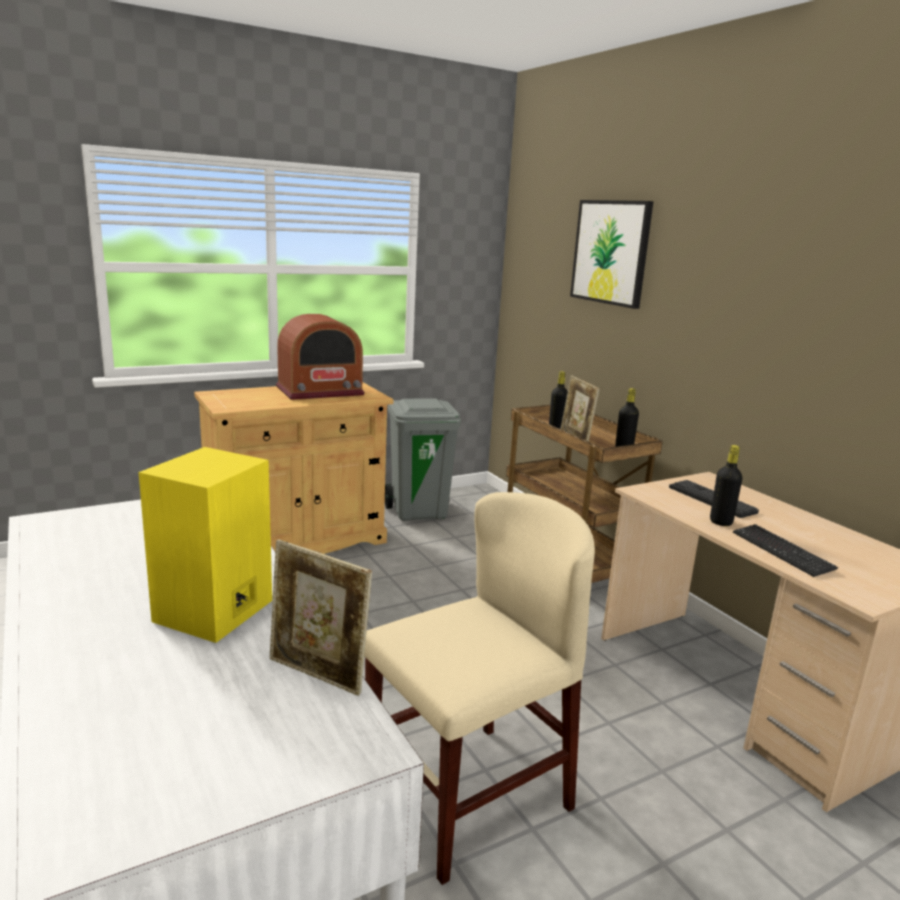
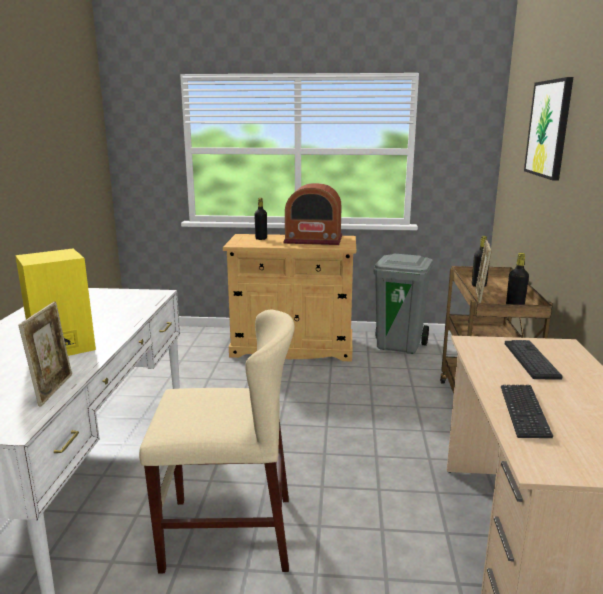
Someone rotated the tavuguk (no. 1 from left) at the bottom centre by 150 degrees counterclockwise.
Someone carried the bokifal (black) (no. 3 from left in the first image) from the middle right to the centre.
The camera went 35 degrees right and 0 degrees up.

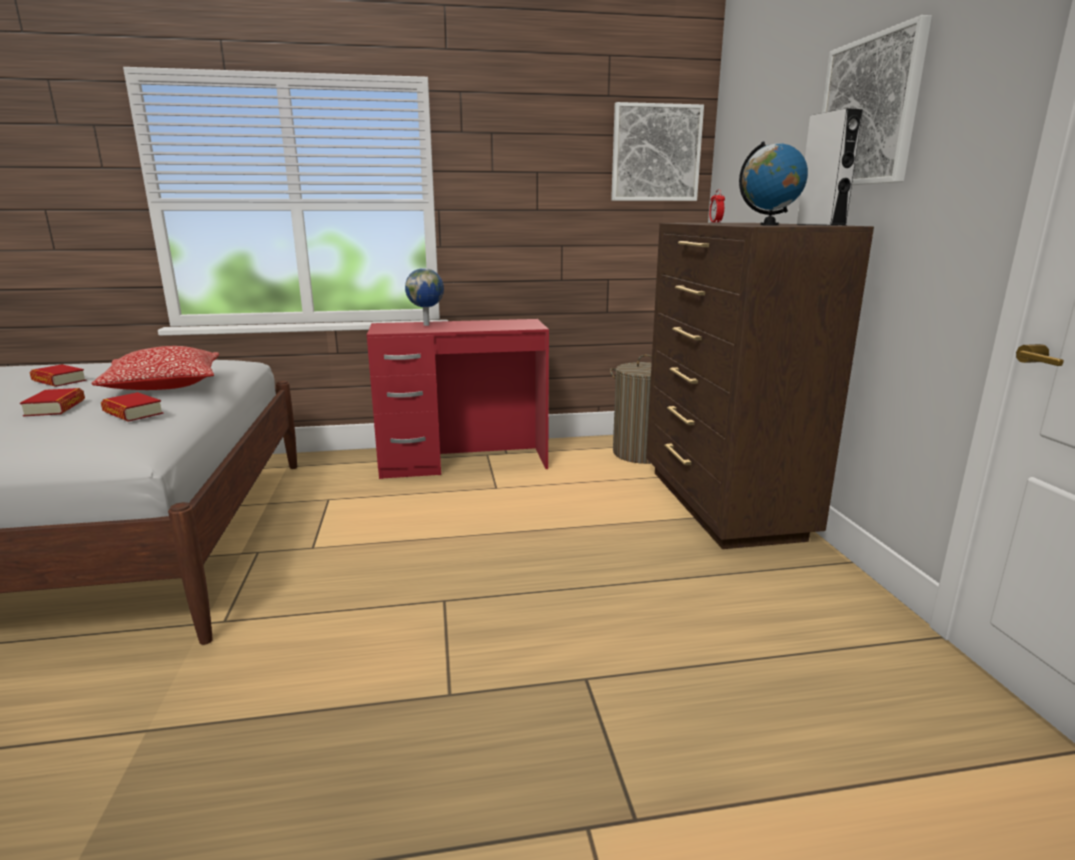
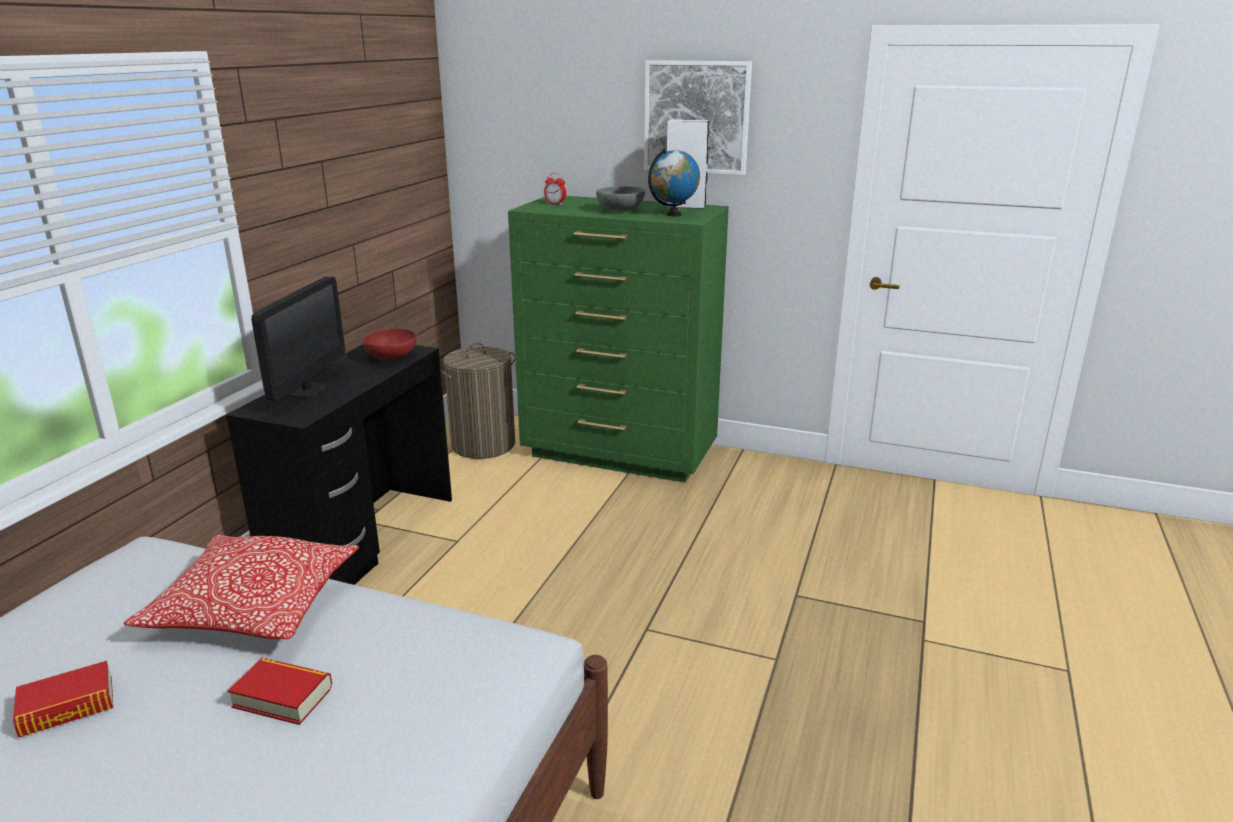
Someone took away the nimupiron (no. 3 from left) at the middle left.
Someone repainted the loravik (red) at the centre, which became the loravik (black) at the middle left.
Someone swapped the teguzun (no. 1 from left) at the centre for the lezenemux at the middle left.
Someone took away the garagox (no. 1 from left) at the top centre.
Someone repainted the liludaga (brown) at the middle right, which became the liludaga (green) at the centre.
Someone put down the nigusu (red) at the middle left.
Someone put down the nigusu (grey) at the top centre.
The camera went 60 degrees left and 5 degrees up.

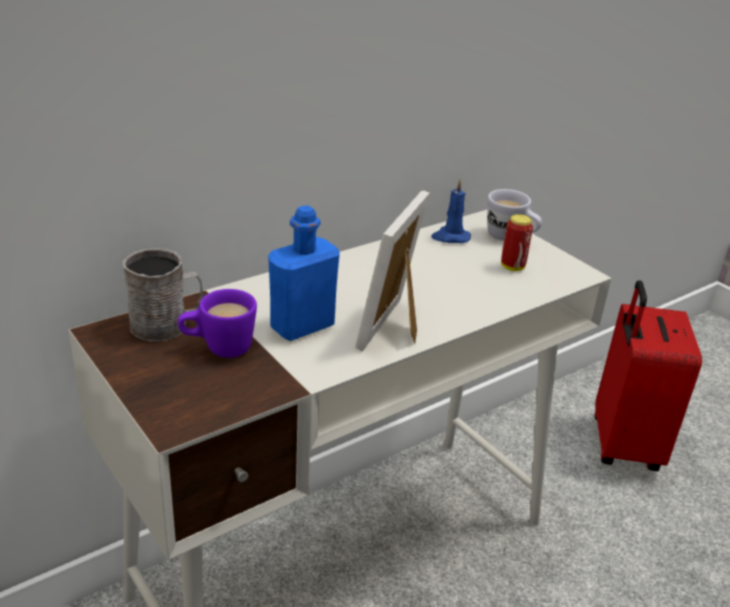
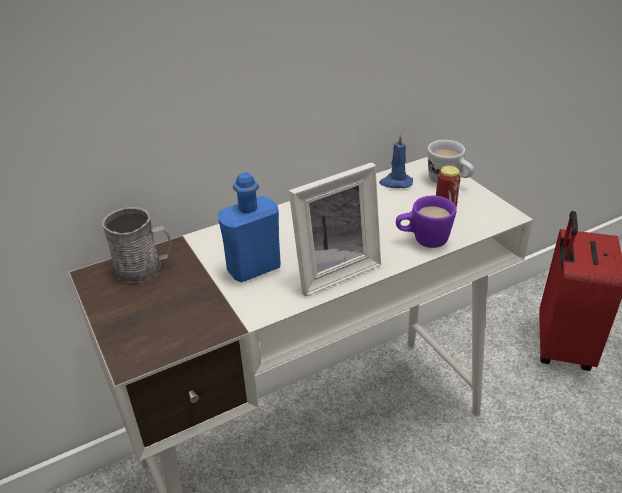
Someone carried the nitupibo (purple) from the middle left to the middle right.
Someone rotated the tavuguk at the centre by 150 degrees counterclockwise.
The camera went 10 degrees right and 5 degrees up.

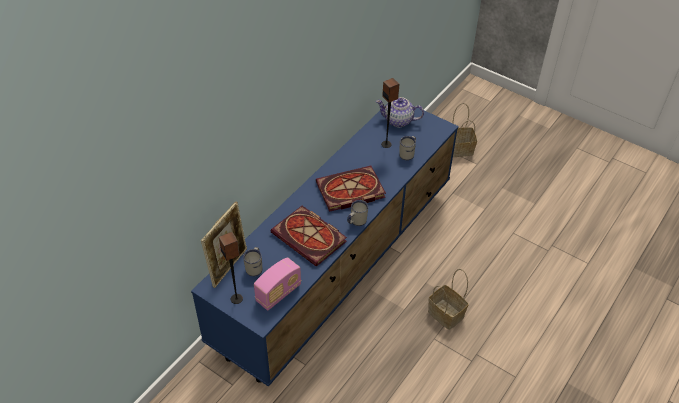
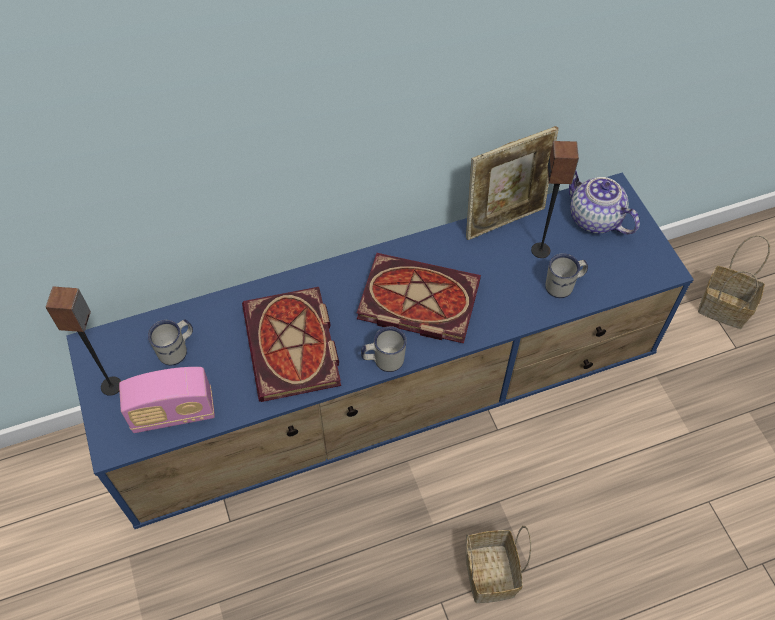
Someone carried the tavuguk from the middle left to the top centre.
The camera went 35 degrees right and 10 degrees up.

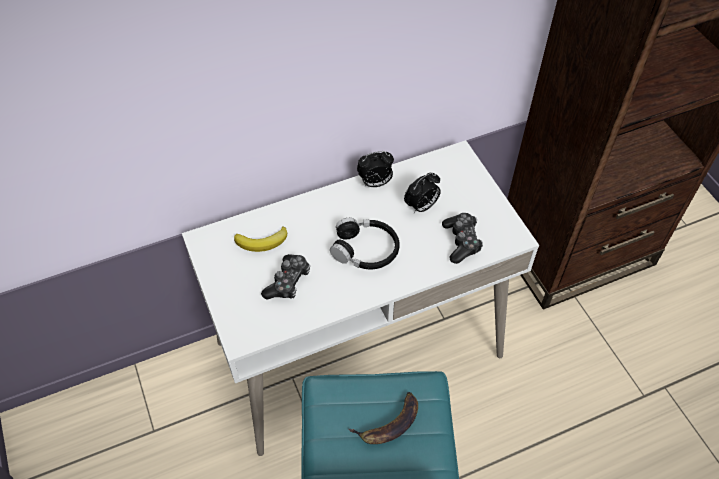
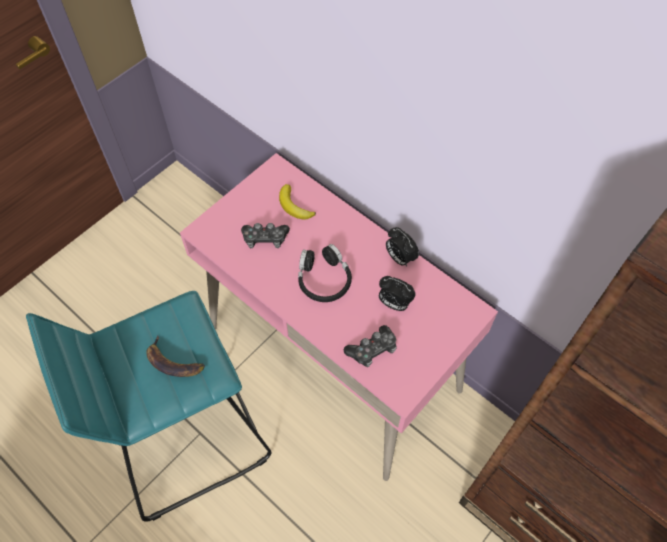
Someone repainted the loravik (white) at the centre, which became the loravik (pink) at the centre.
The camera went 65 degrees right and 5 degrees up.

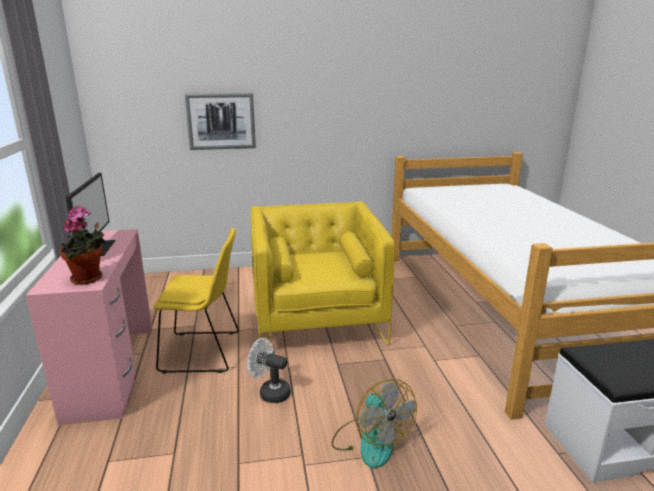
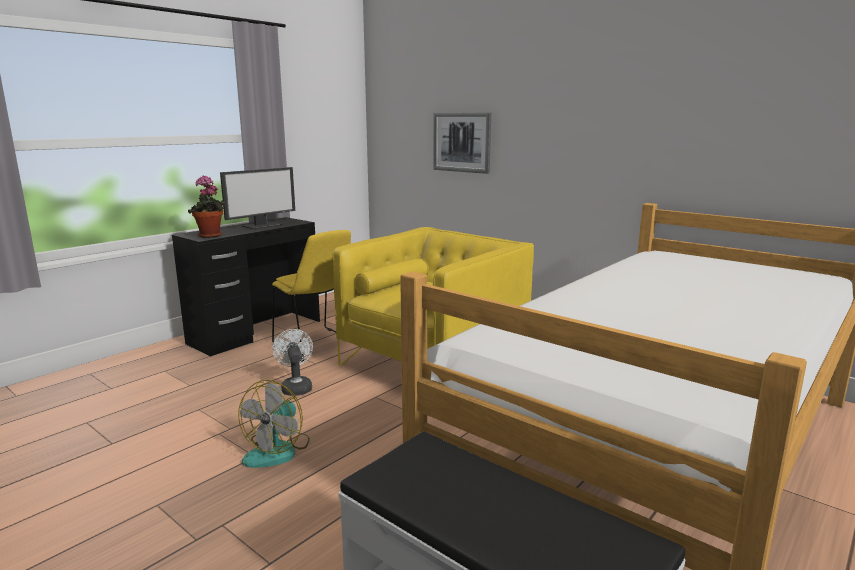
Someone repainted the loravik (pink) at the middle left, which became the loravik (black) at the middle left.
The camera went 50 degrees right and 5 degrees down.

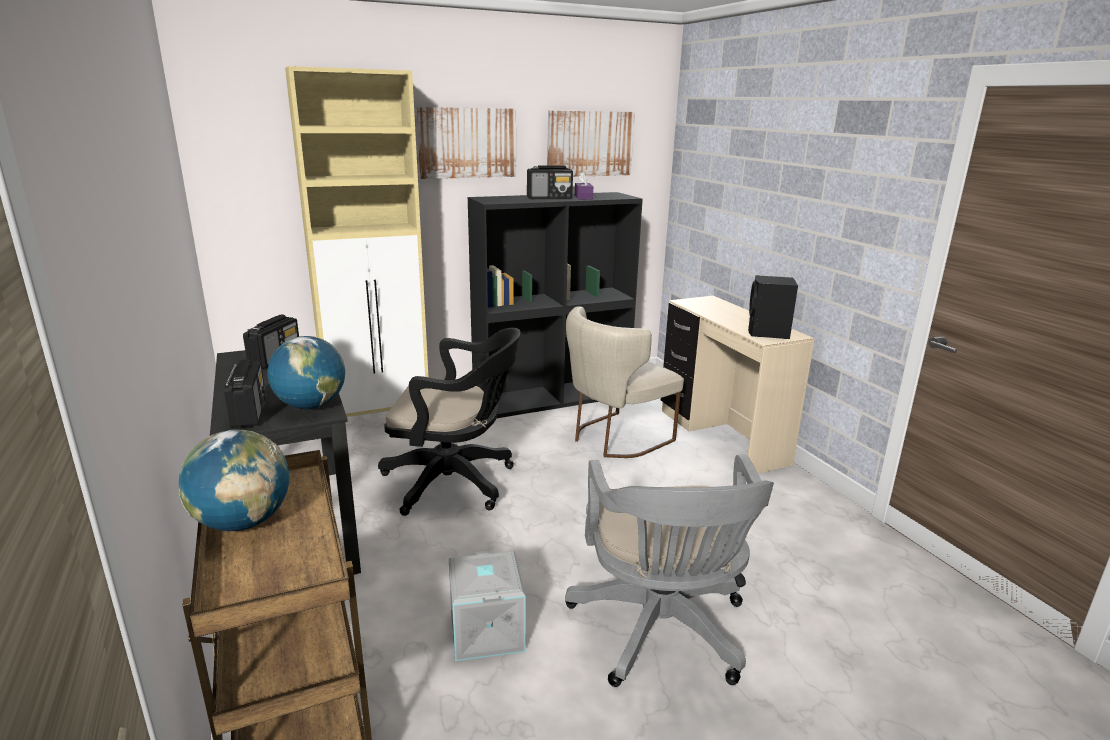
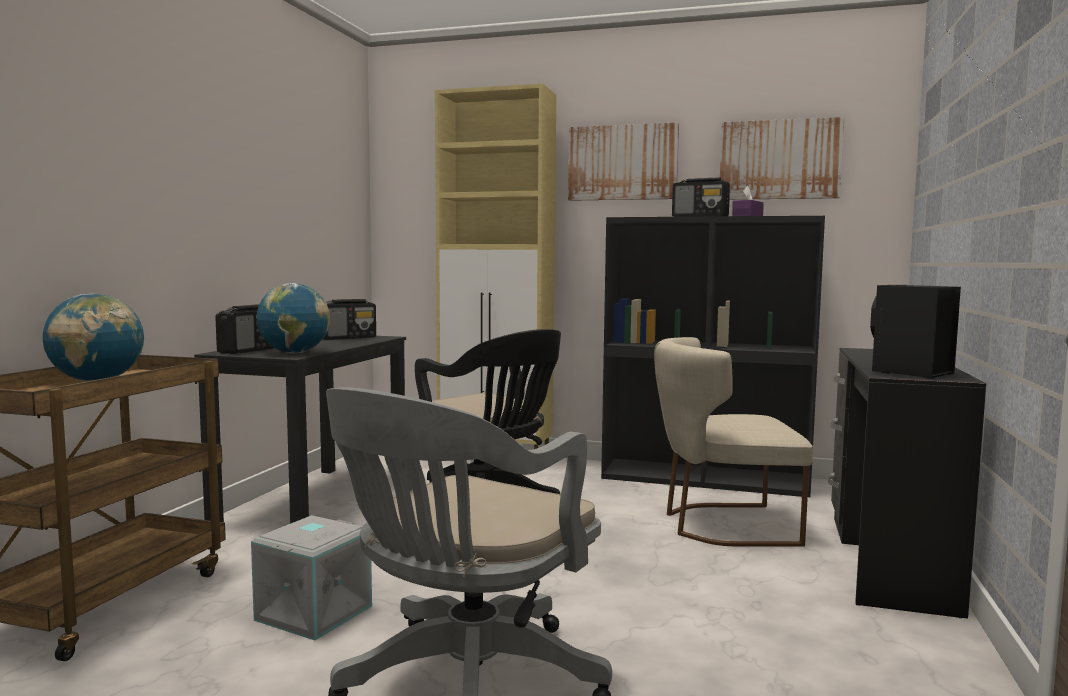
Someone repainted the loravik (beige) at the centre, which became the loravik (black) (no. 2 from left) at the bottom right.
The camera went 40 degrees right and 15 degrees down.

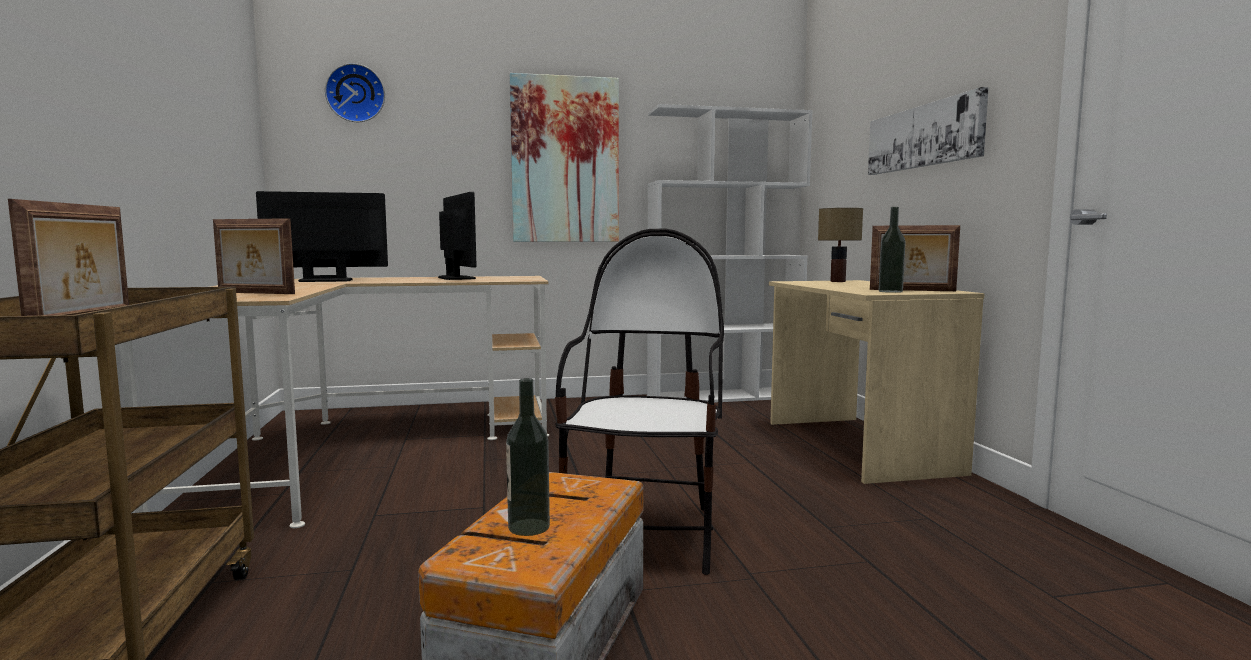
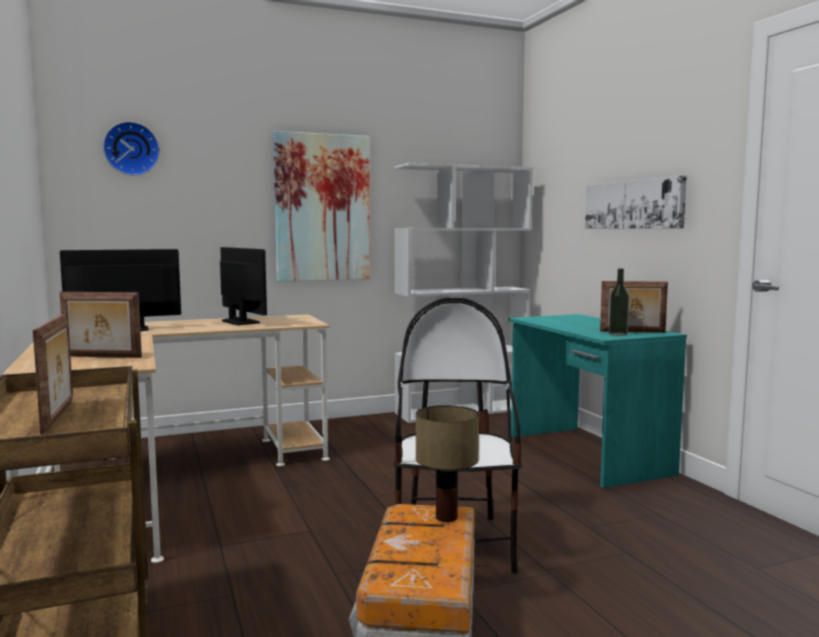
Someone took away the bokifal (no. 1 from left) at the bottom centre.
Someone repainted the loravik (beige) (no. 2 from left) at the middle right, which became the loravik (turquoise) at the middle right.
Someone carried the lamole from the middle right to the bottom centre.
The camera went 10 degrees left and 0 degrees up.

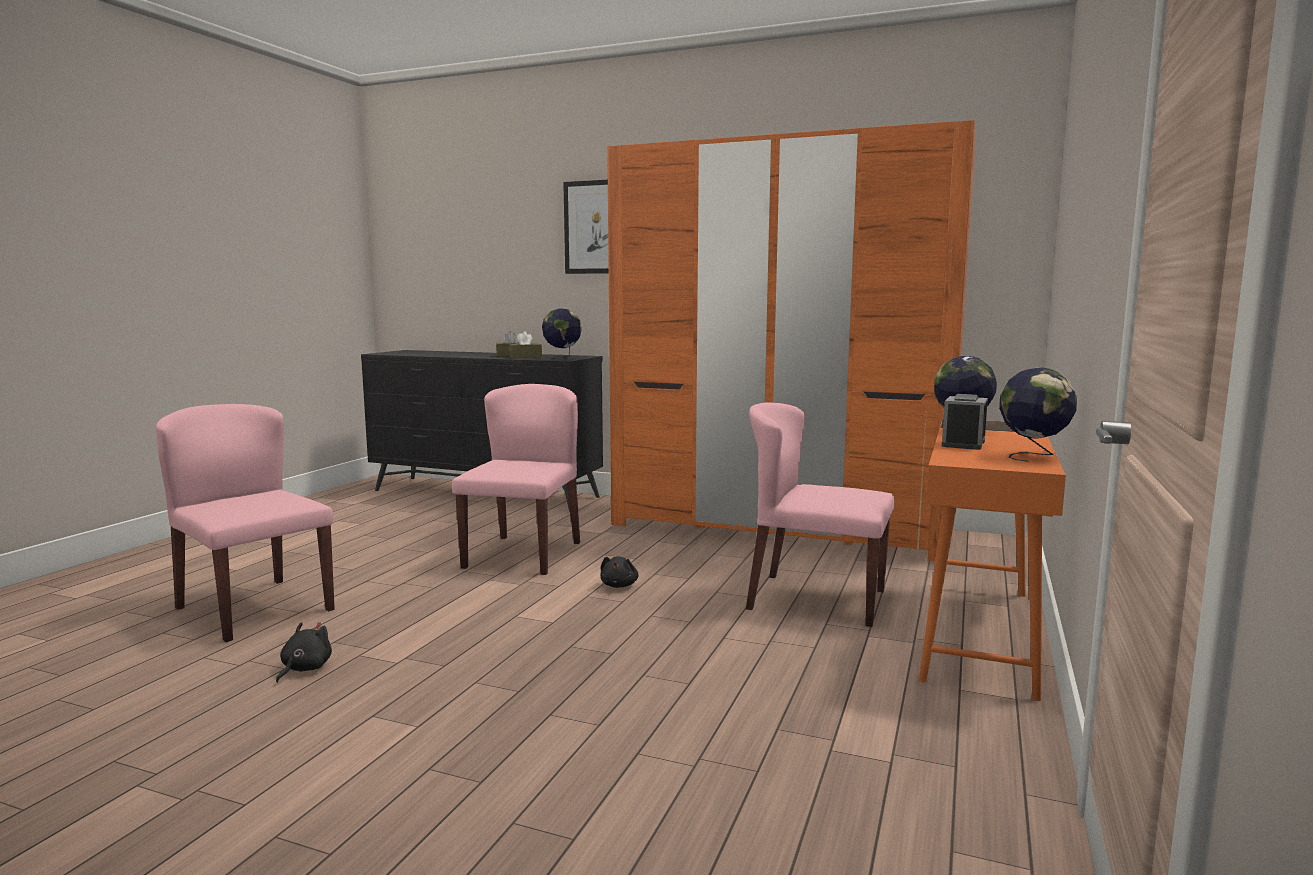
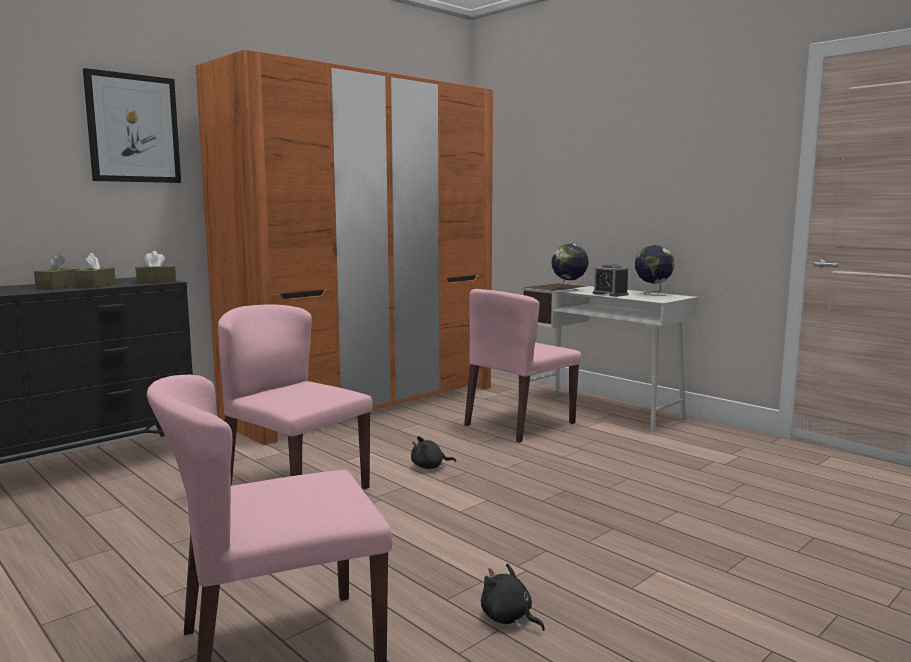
Someone swapped the teguzun (no. 1 from left) at the centre for the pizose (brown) (no. 3 from left) at the middle left.
Someone rotated the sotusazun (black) (no. 2 from left in the first image) at the centre by 135 degrees clockwise.
Someone repainted the loravik (orange) at the middle right, which became the loravik (white) at the middle right.
The camera went 65 degrees left and 0 degrees up.

